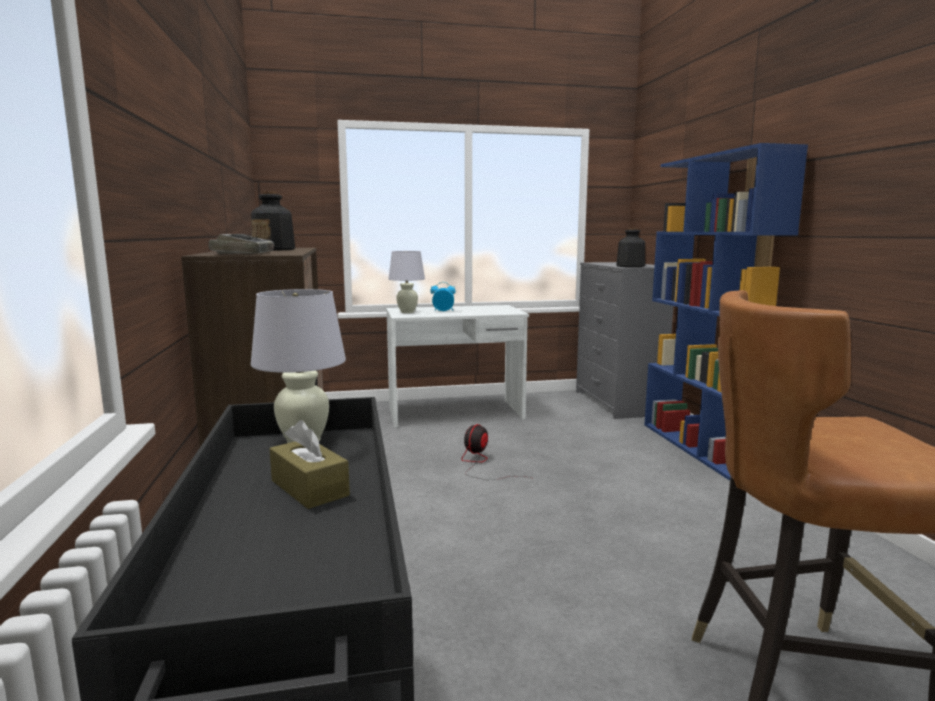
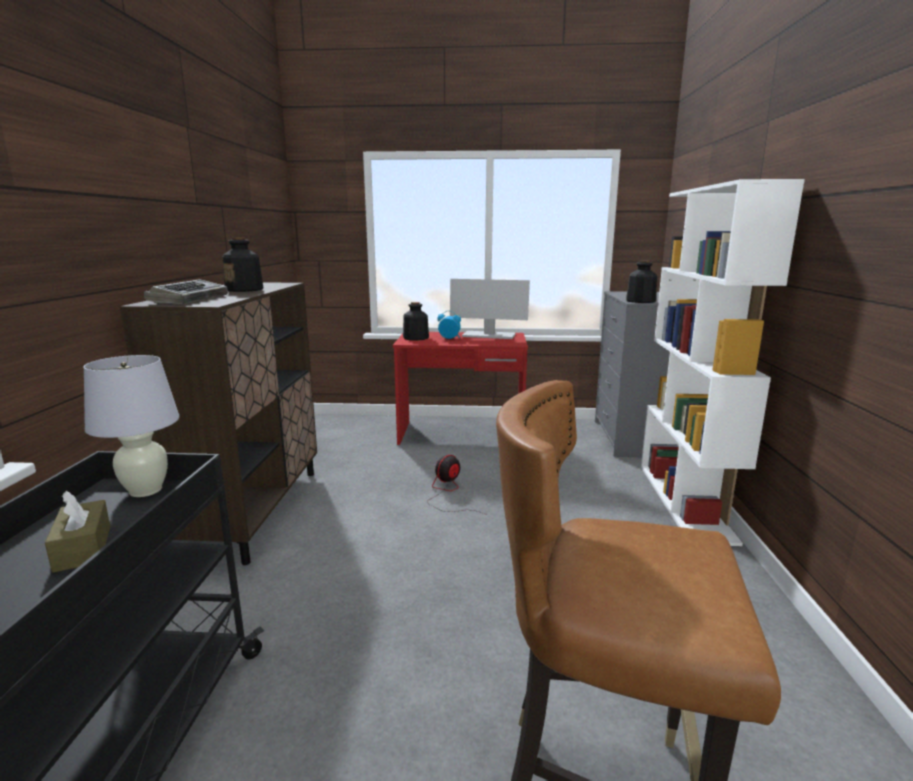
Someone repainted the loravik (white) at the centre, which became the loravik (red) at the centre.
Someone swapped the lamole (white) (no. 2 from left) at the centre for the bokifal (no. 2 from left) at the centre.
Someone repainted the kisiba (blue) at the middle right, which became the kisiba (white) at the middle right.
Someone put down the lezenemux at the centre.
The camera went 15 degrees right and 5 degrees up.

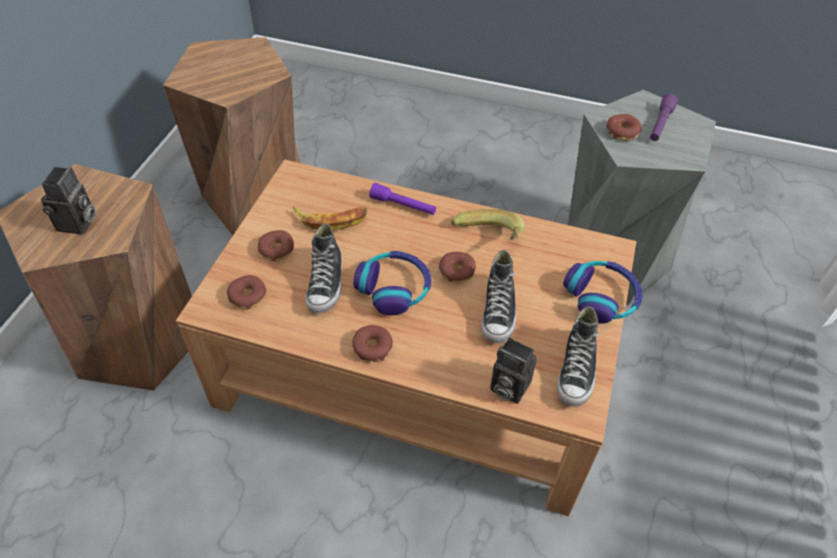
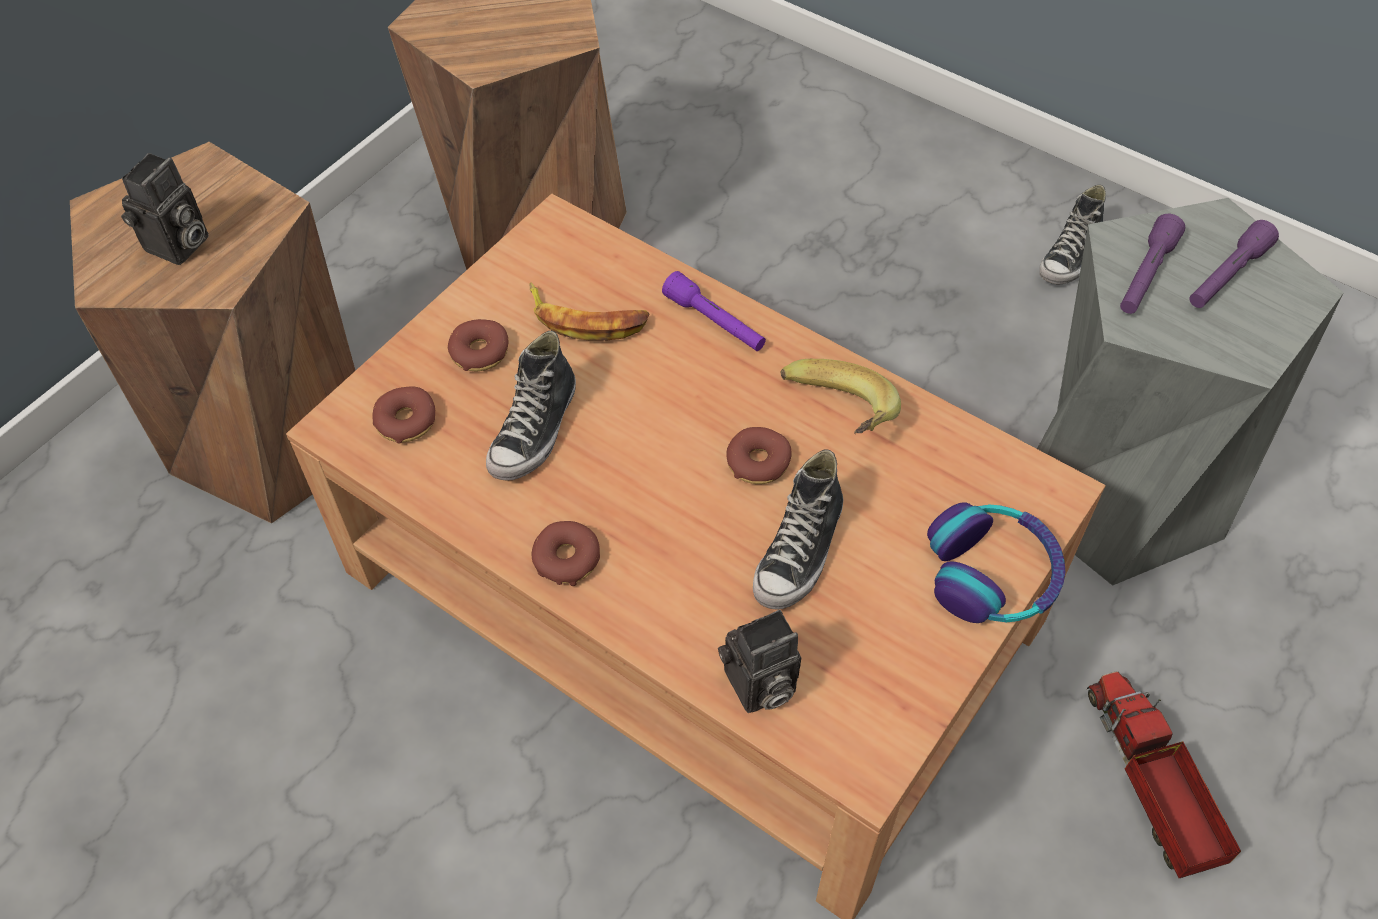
Someone took away the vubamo (no. 1 from left) at the centre.
Someone rotated the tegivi (no. 2 from left) at the centre by 75 degrees counterclockwise.
Someone carried the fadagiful (no. 3 from left) from the middle right to the top right.
Someone swapped the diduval (no. 5 from left) at the top right for the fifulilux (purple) (no. 2 from left) at the top right.
Someone put down the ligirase at the bottom right.
The camera went 20 degrees right and 5 degrees up.

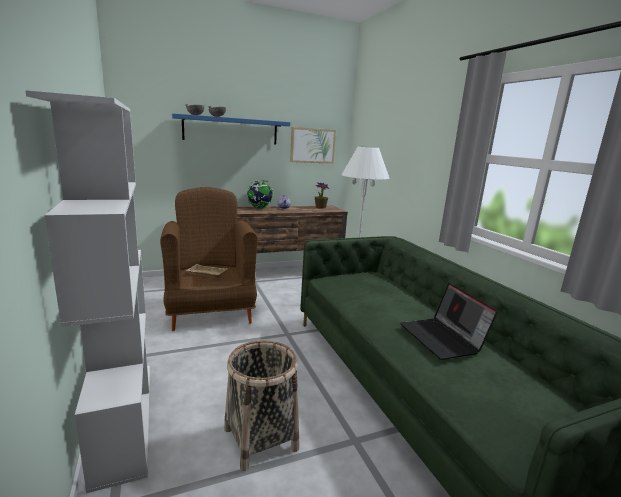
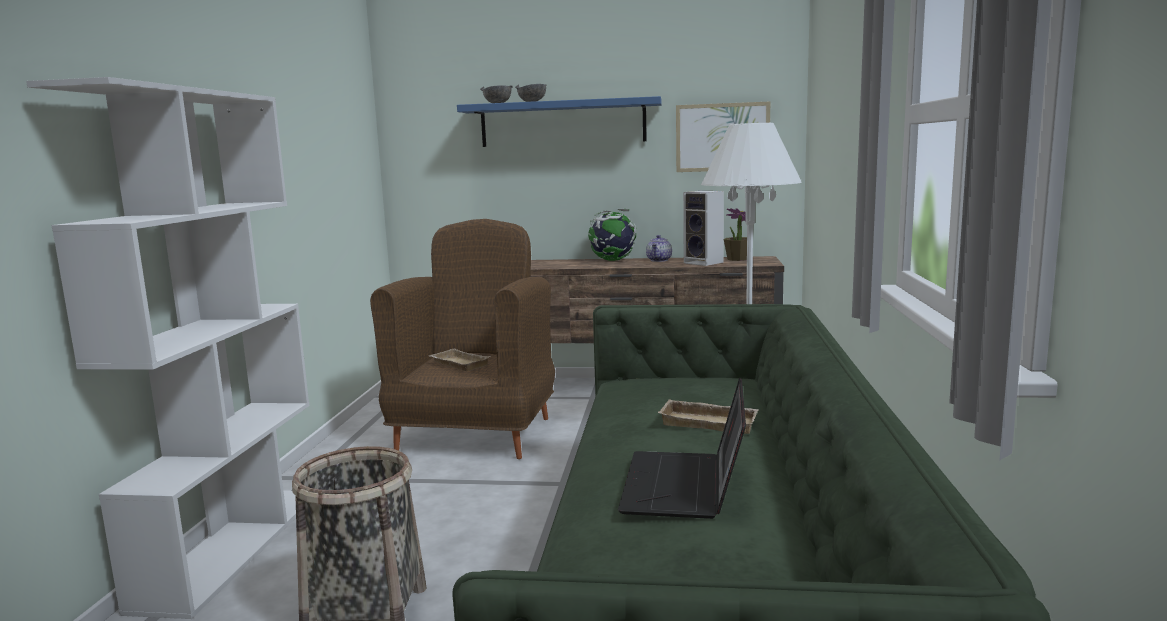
Someone put down the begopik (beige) (no. 2 from left) at the bottom centre.
Someone put down the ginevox at the centre.
The camera went 30 degrees right and 5 degrees down.

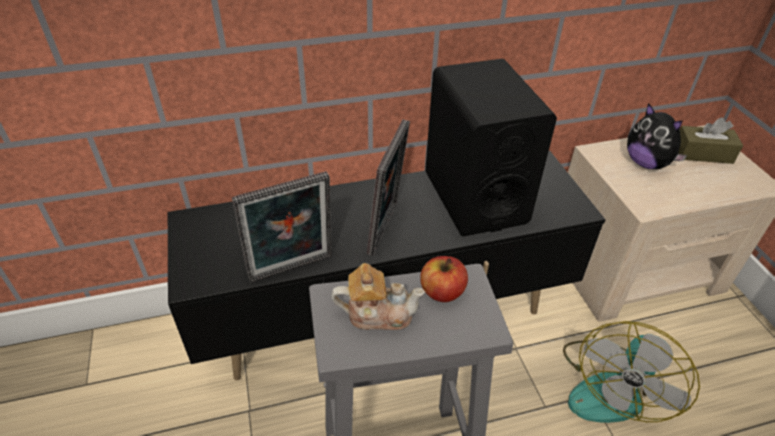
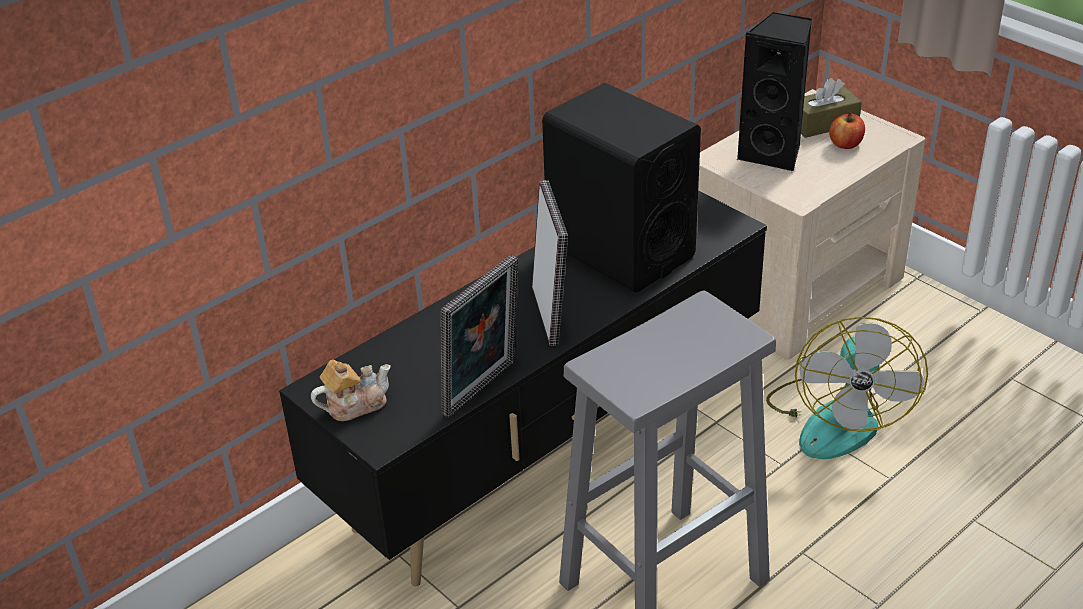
Someone carried the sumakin from the bottom centre to the middle left.
Someone carried the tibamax from the centre to the top right.
Someone swapped the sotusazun at the top right for the ginevox (black) (no. 2 from left) at the top right.
The camera went 25 degrees left and 5 degrees down.

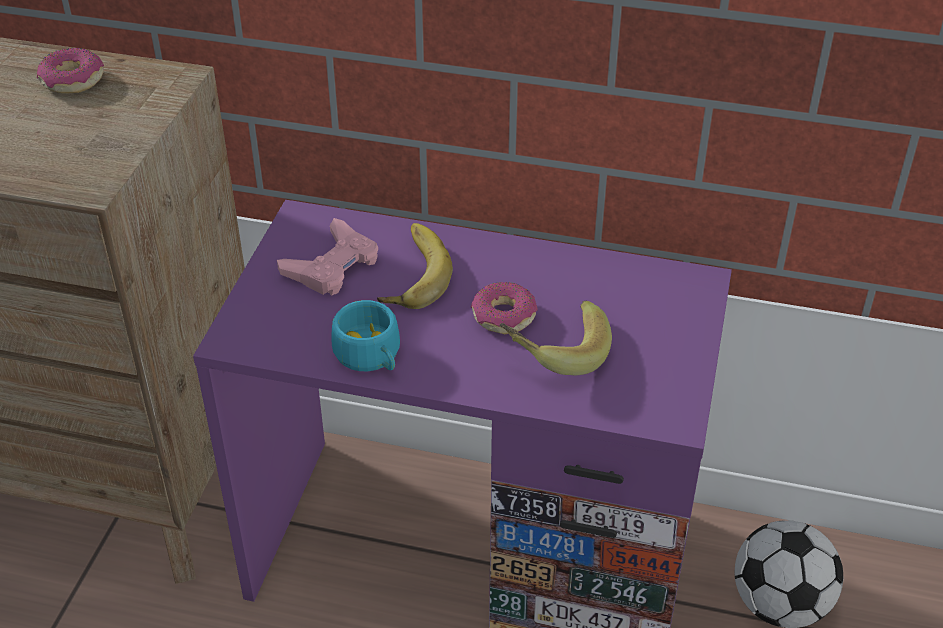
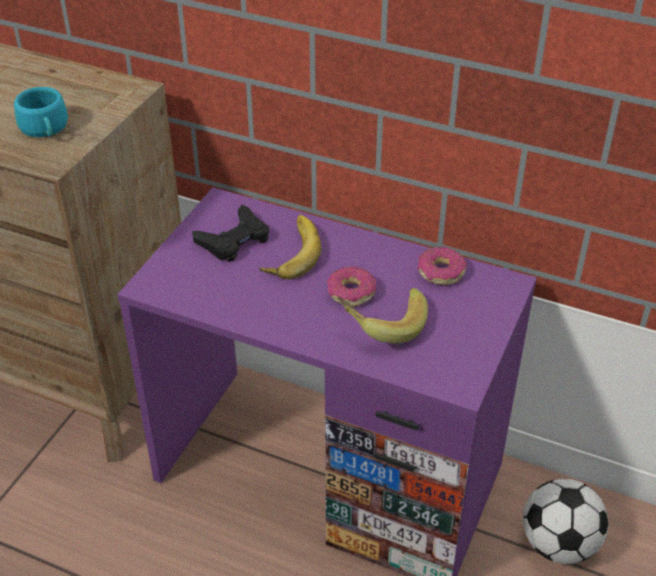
Someone carried the diduval (no. 1 from left in the first image) from the top left to the middle right.
Someone repainted the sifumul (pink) at the centre, which became the sifumul (black) at the centre.
Someone carried the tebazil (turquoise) from the centre to the top left.
The camera went 10 degrees right and 0 degrees up.

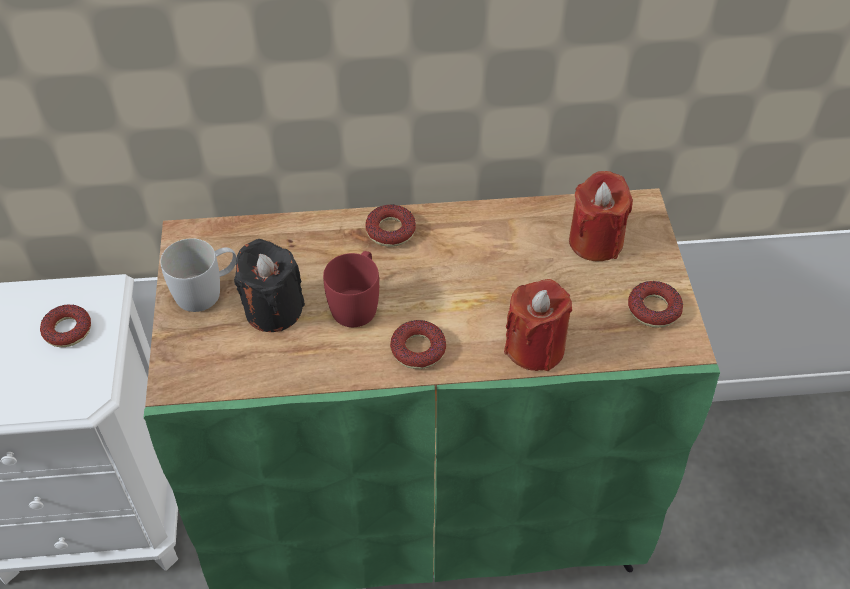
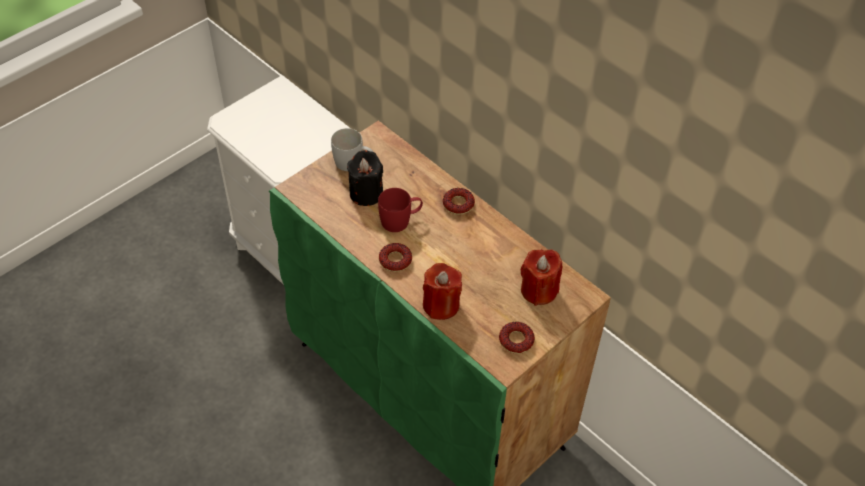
Someone took away the diduval (no. 1 from left) at the middle left.
The camera went 50 degrees right and 0 degrees up.

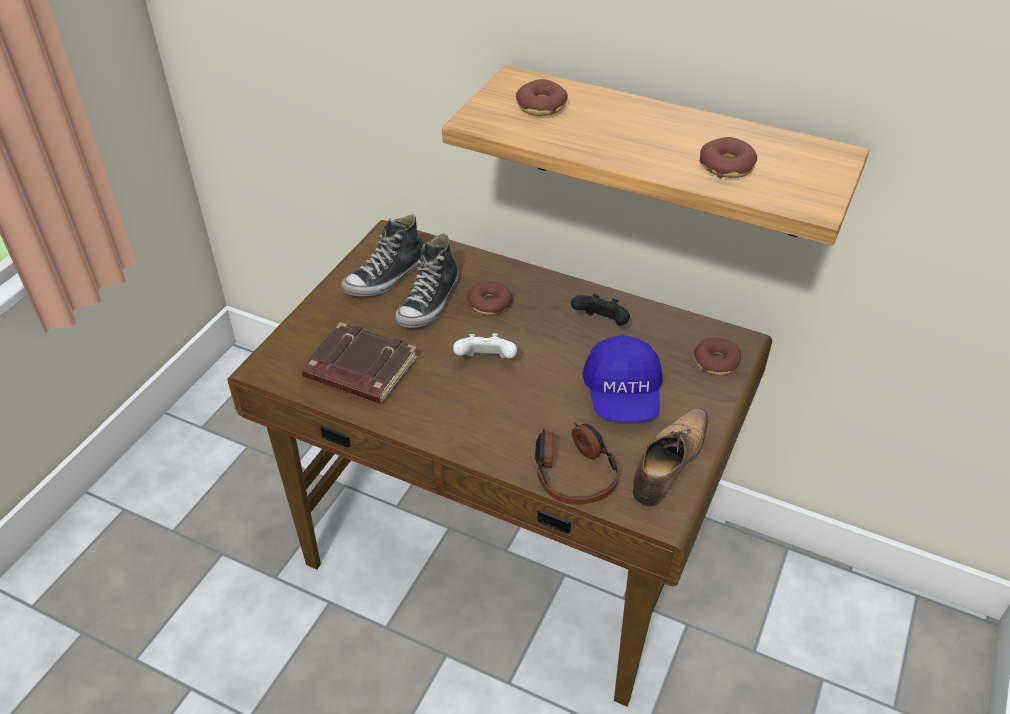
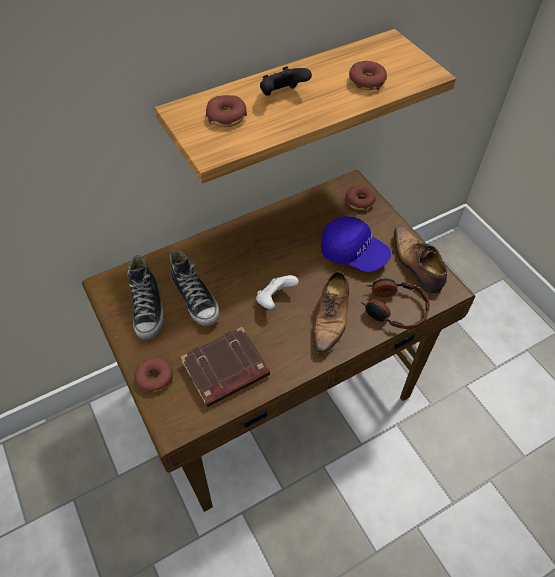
Someone carried the diduval (no. 1 from left) from the centre to the middle left.
Someone carried the sifumul (black) from the centre to the top centre.
Someone put down the fadagiful (no. 3 from left) at the centre.
The camera went 55 degrees left and 10 degrees up.

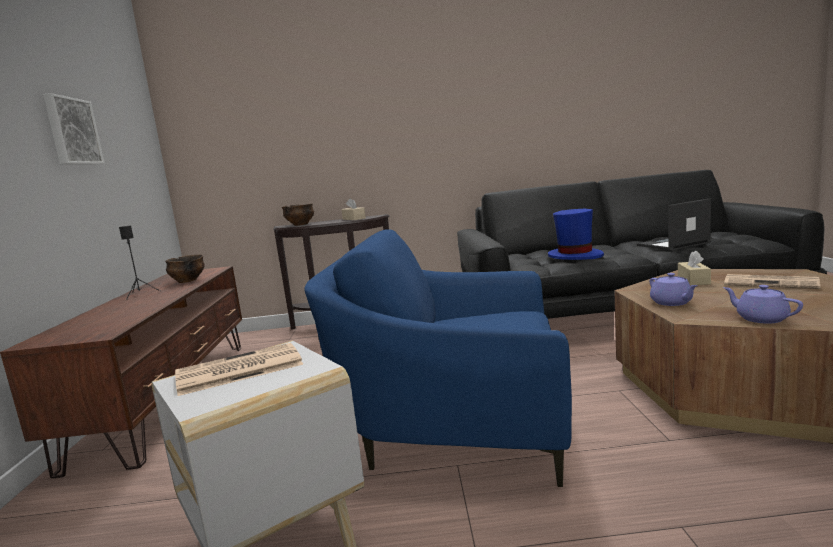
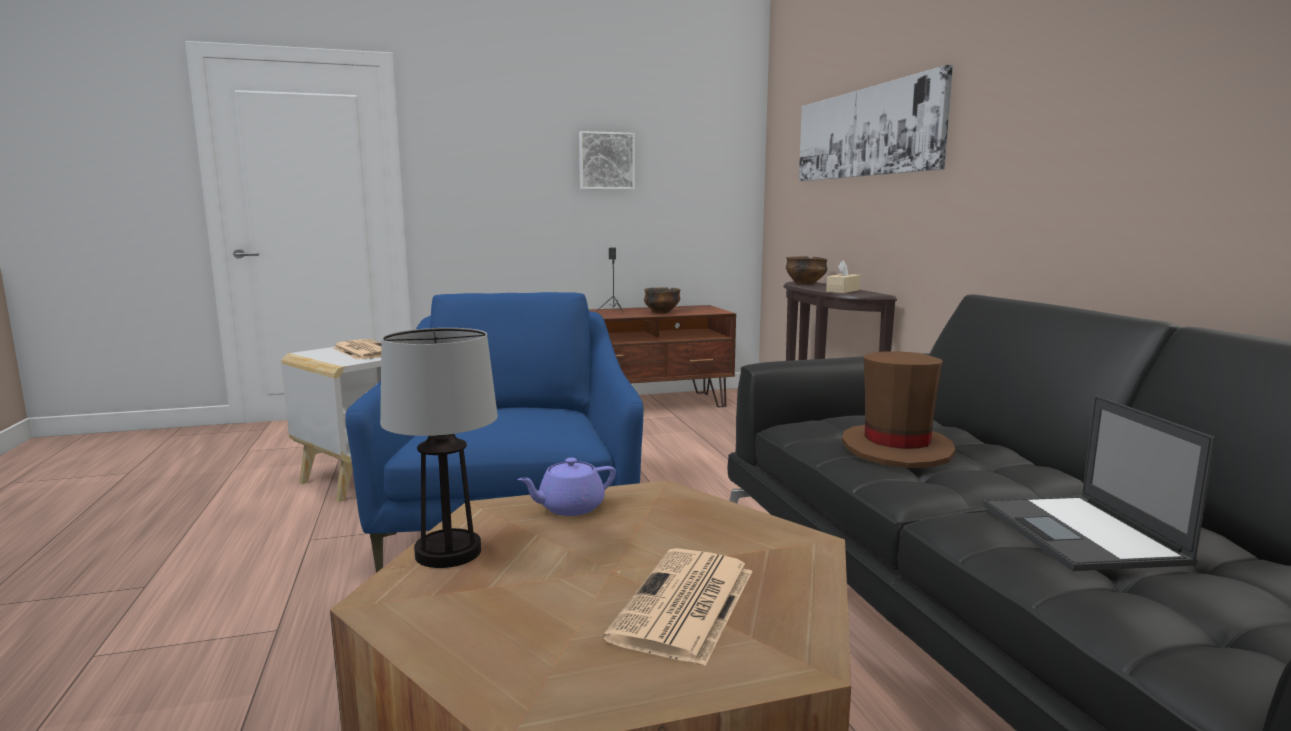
Someone repainted the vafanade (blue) at the middle right, which became the vafanade (brown) at the middle right.
Someone rotated the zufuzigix at the middle right by 150 degrees counterclockwise.
Someone took away the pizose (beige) (no. 2 from left) at the middle right.
Someone swapped the sumakin (purple) (no. 2 from left) at the middle right for the lamole at the centre.
Someone put up the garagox (no. 2 from left) at the top right.
The camera went 75 degrees right and 0 degrees up.

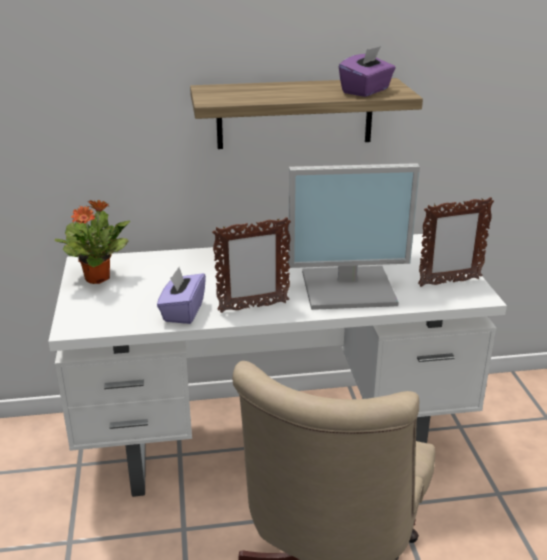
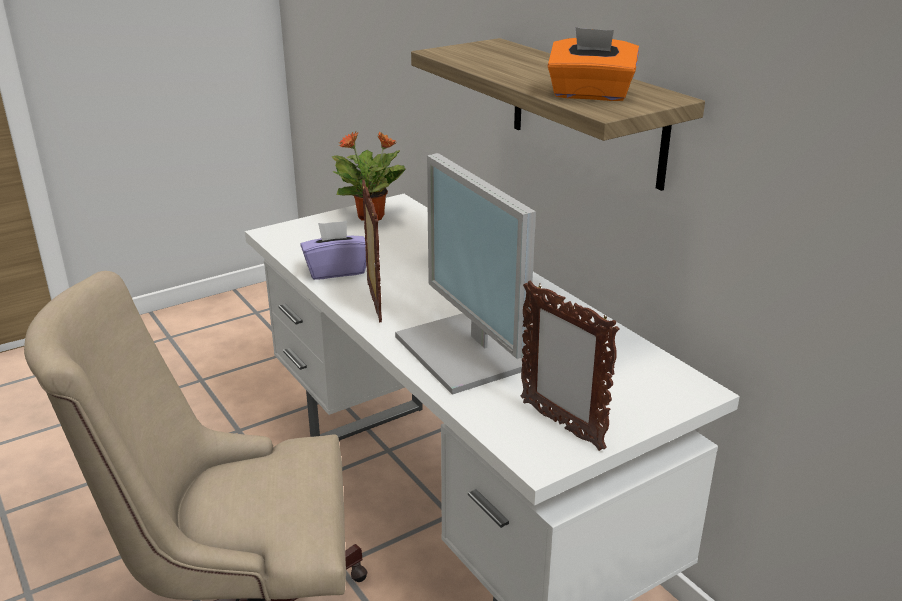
Someone rotated the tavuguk (no. 1 from left) at the centre by 150 degrees counterclockwise.
Someone repainted the pizose (purple) (no. 2 from left) at the top right, which became the pizose (orange) at the top centre.
The camera went 65 degrees right and 0 degrees up.

